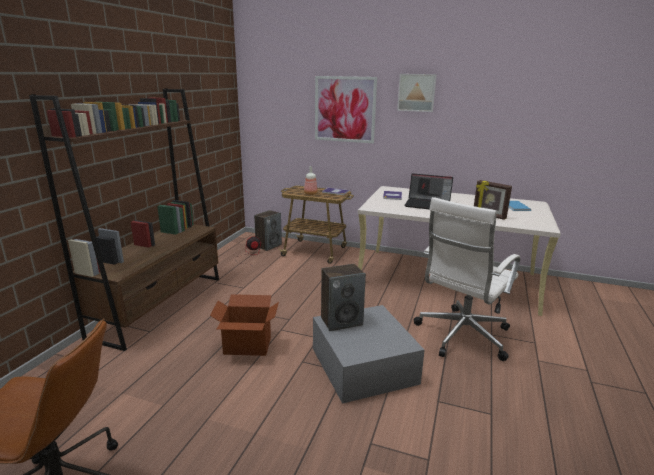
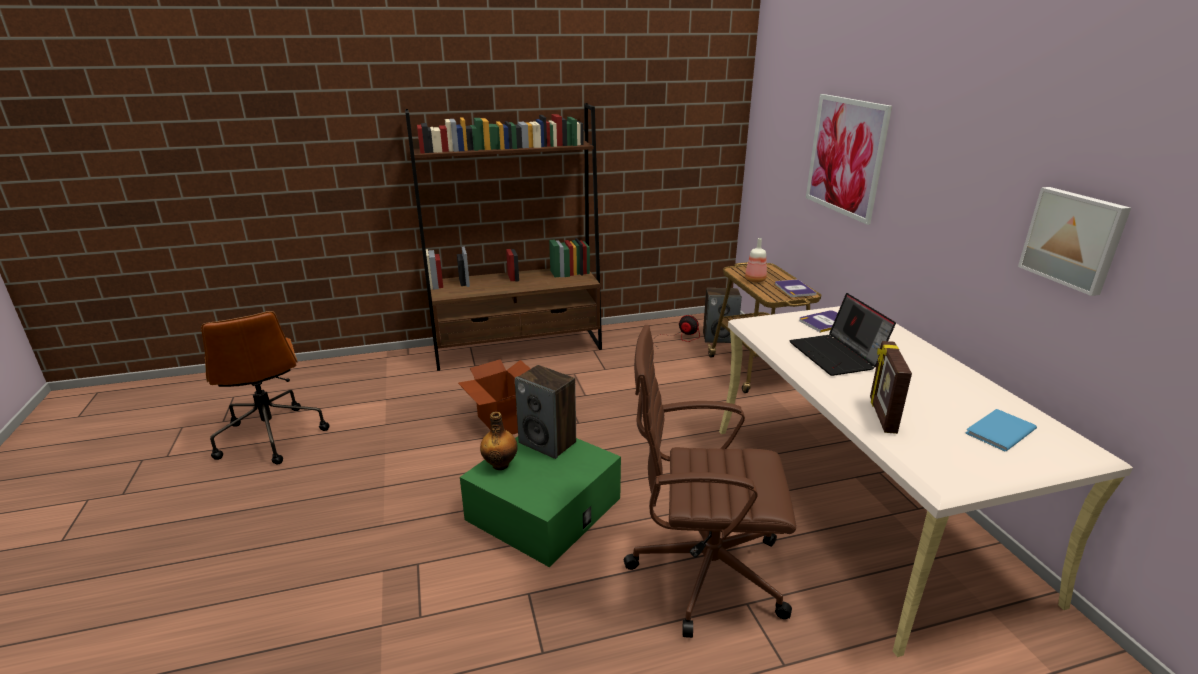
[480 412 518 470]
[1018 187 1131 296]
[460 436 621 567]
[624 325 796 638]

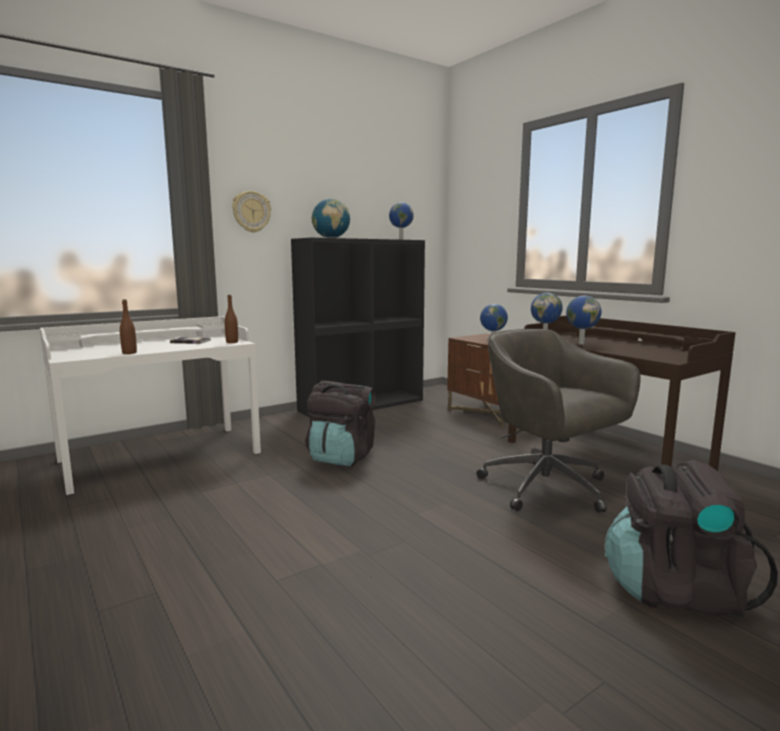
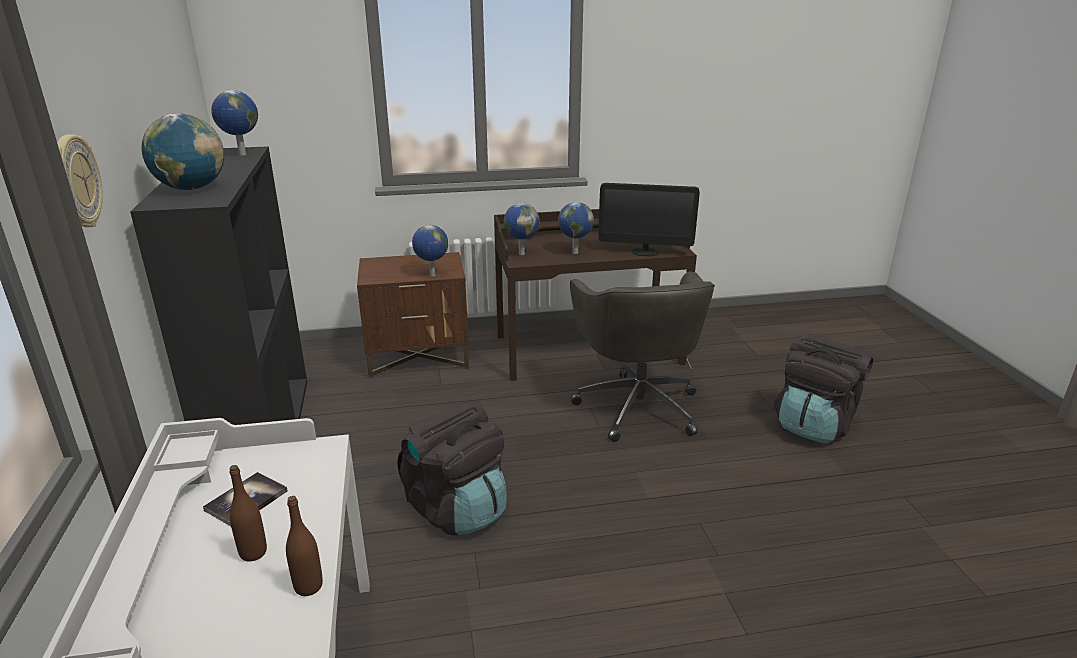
[598 183 700 256]
[229 465 267 562]
[570 272 715 442]

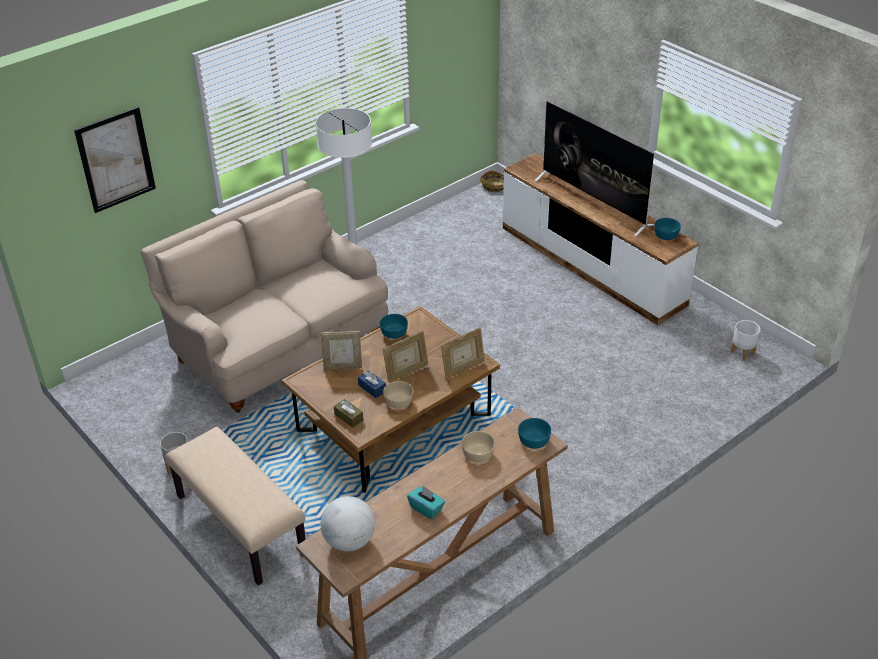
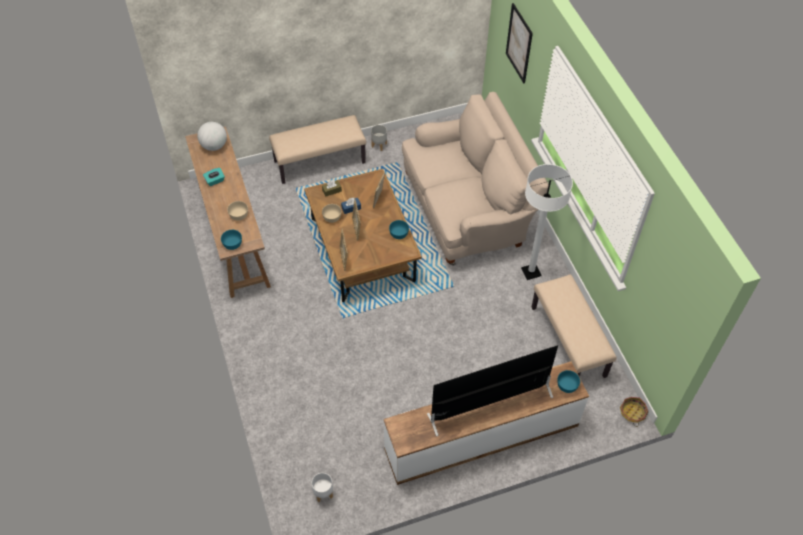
[531 274 616 378]
[557 370 580 393]

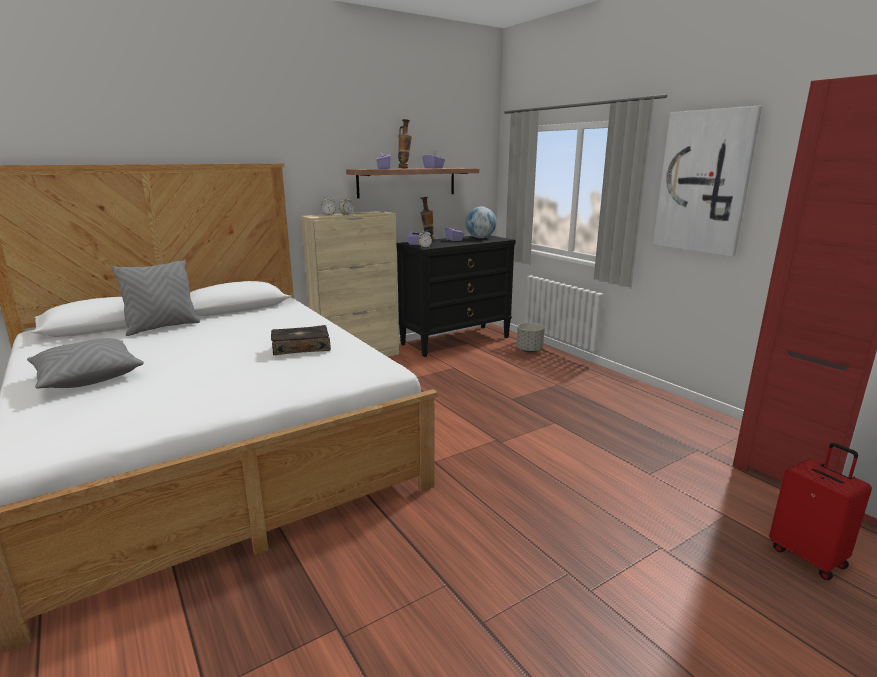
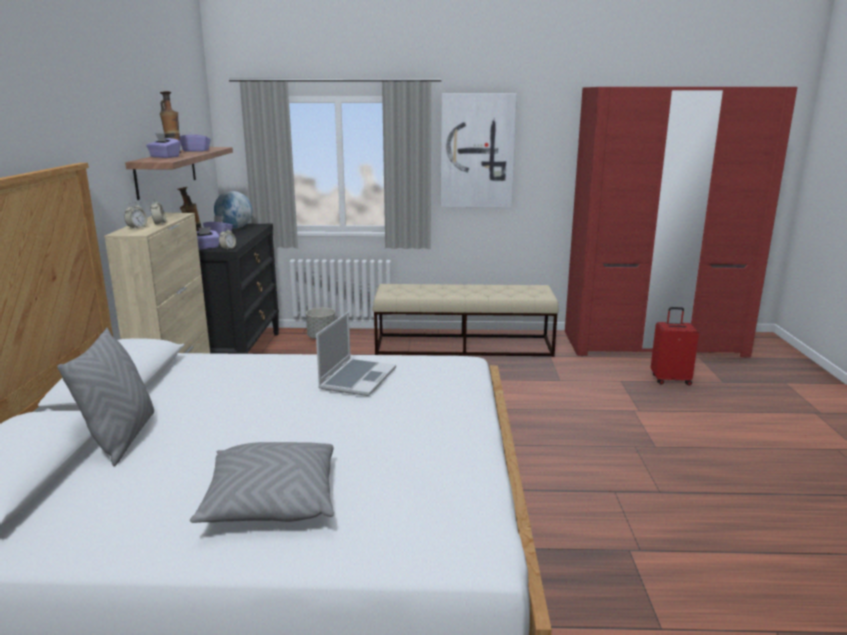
[372 284 559 357]
[316 312 396 396]

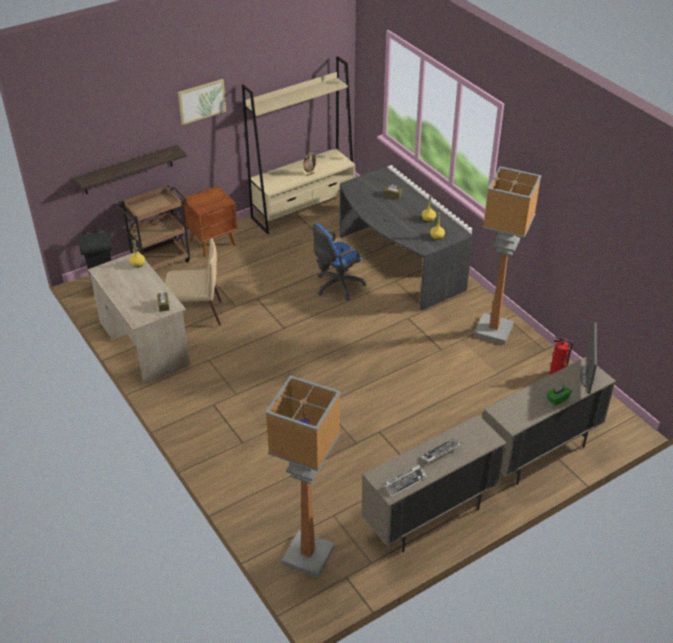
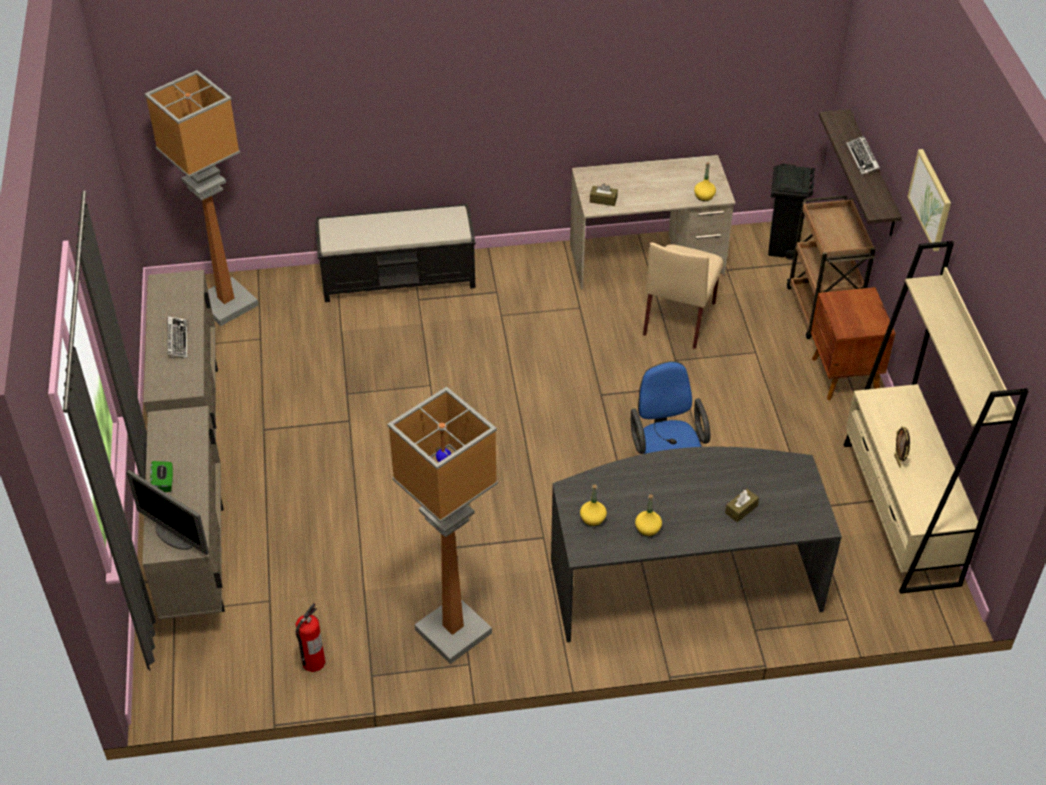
[315 204 476 302]
[846 136 880 175]

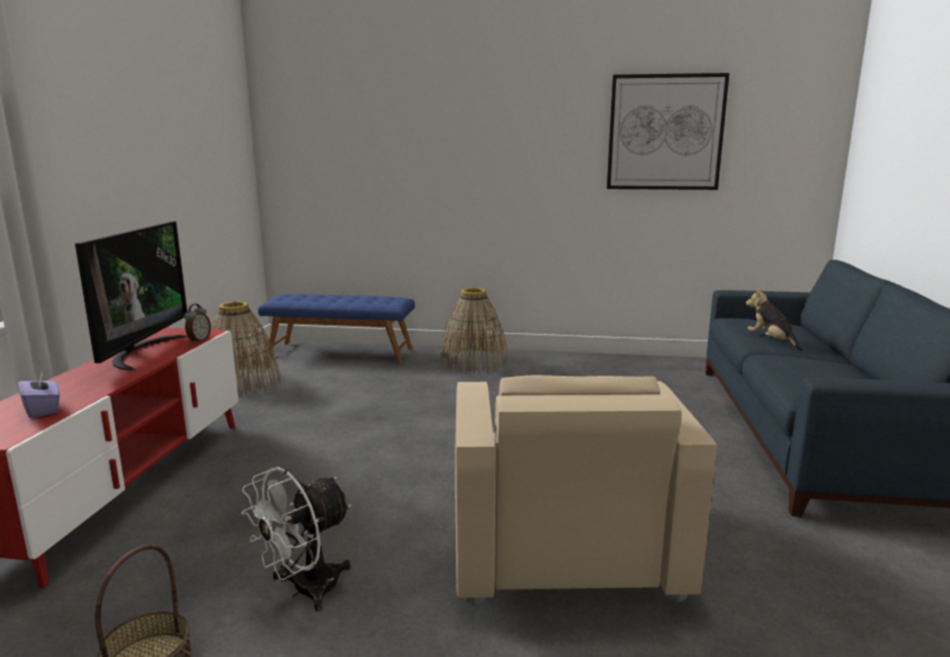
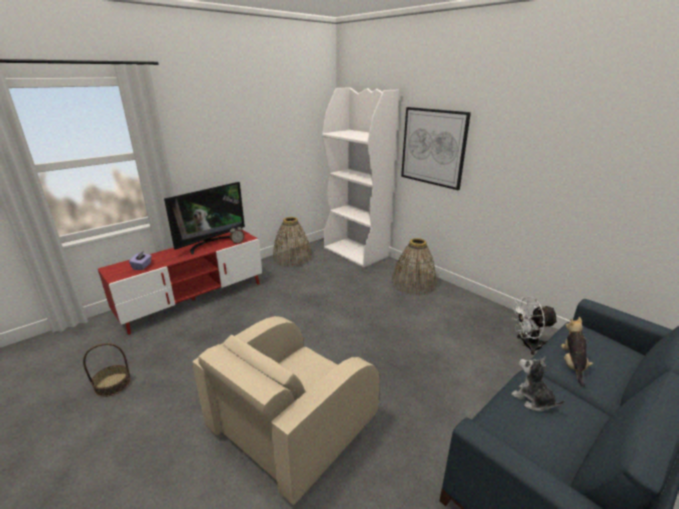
[511 357 565 412]
[511 296 558 355]
[401 107 471 190]
[322 87 399 267]

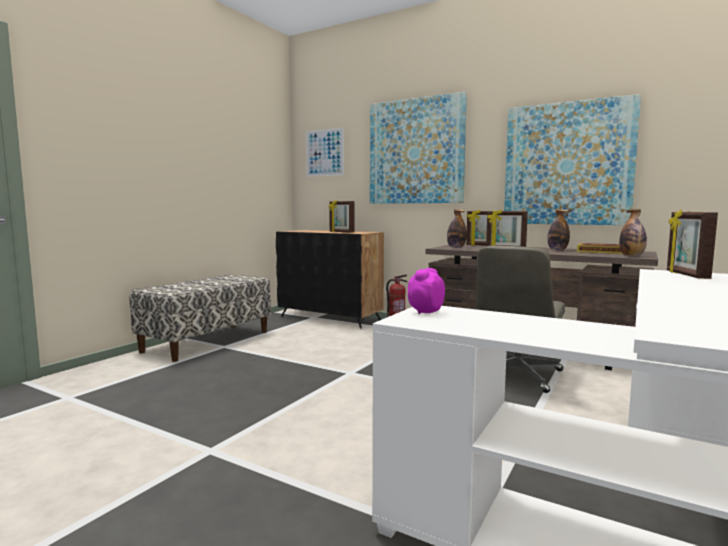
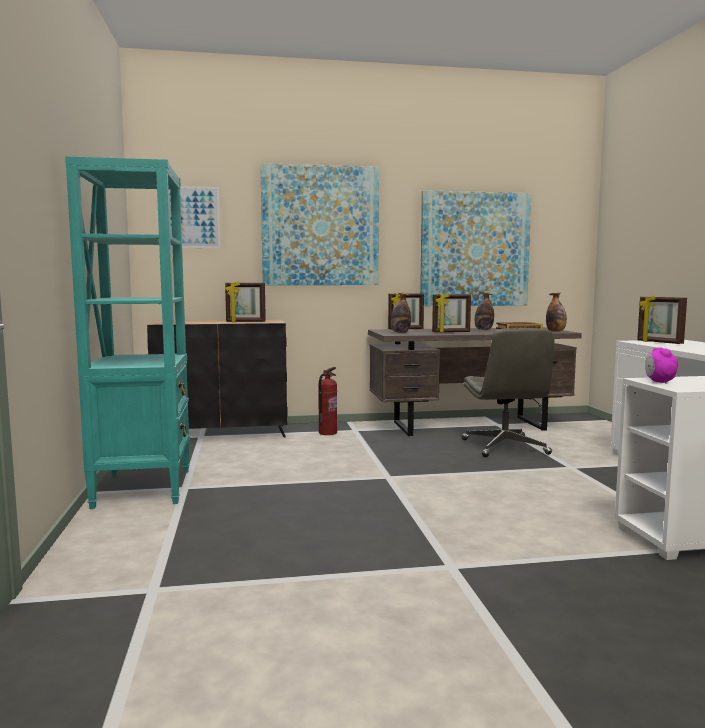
[65 156 190 509]

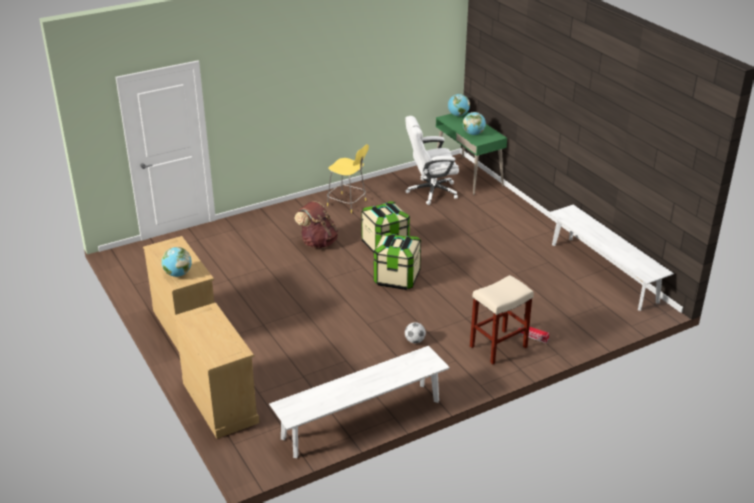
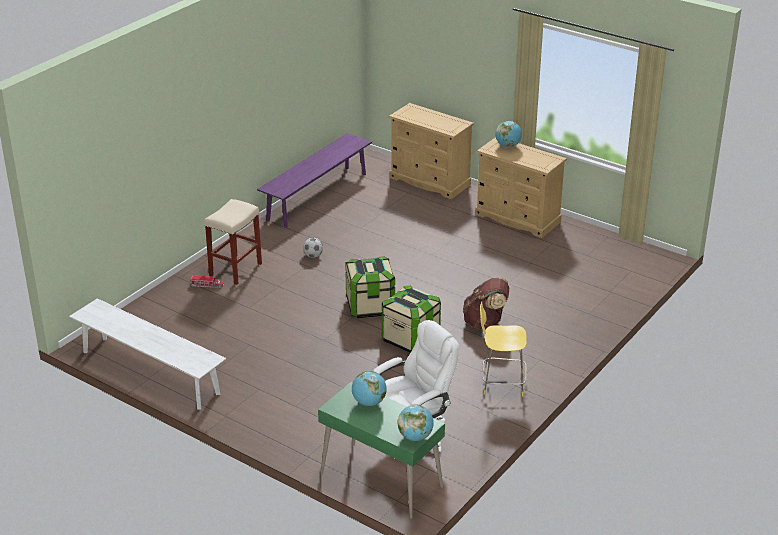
[257 133 372 228]

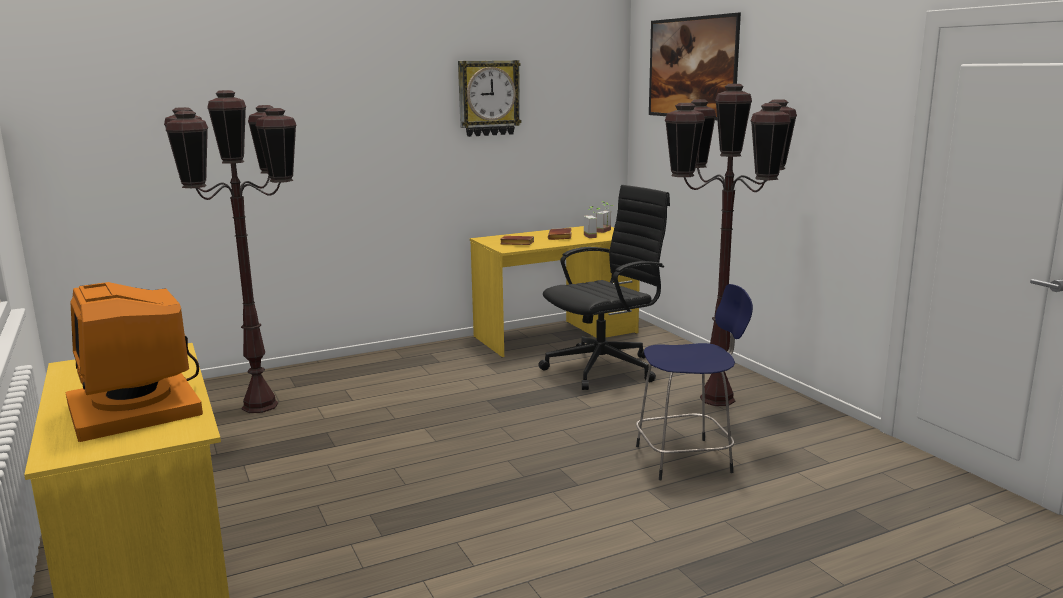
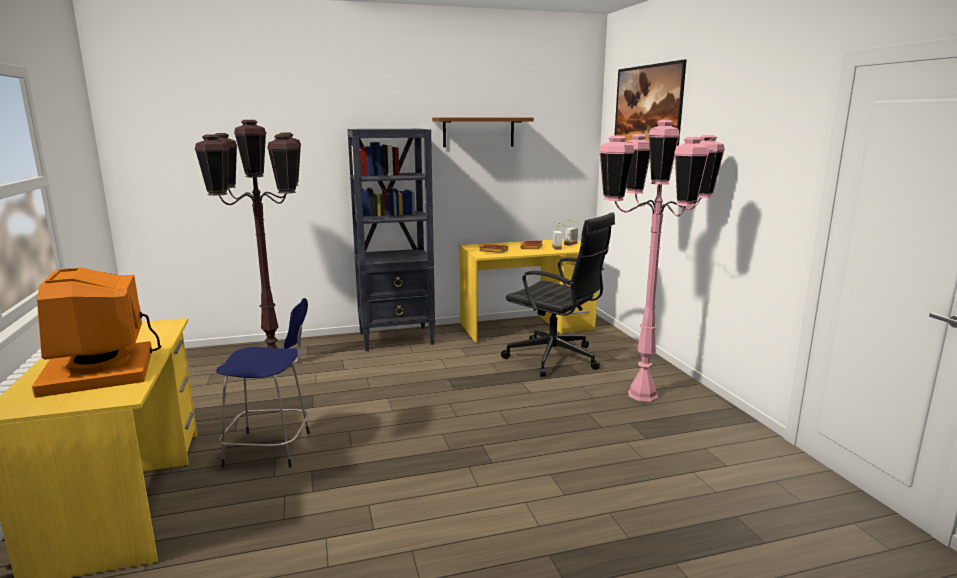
[347 129 435 351]
[216 298 310 468]
[432 118 534 147]
[599 120 725 402]
[501 212 615 377]

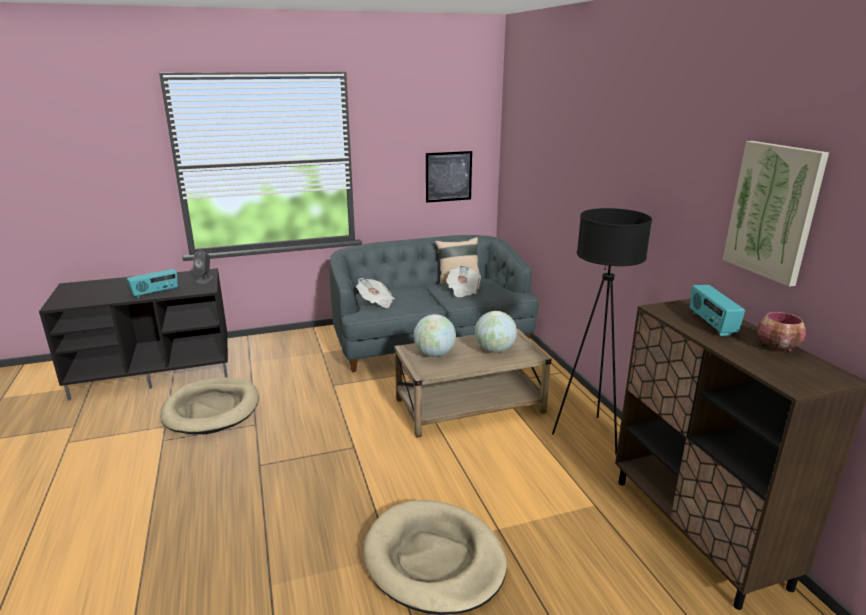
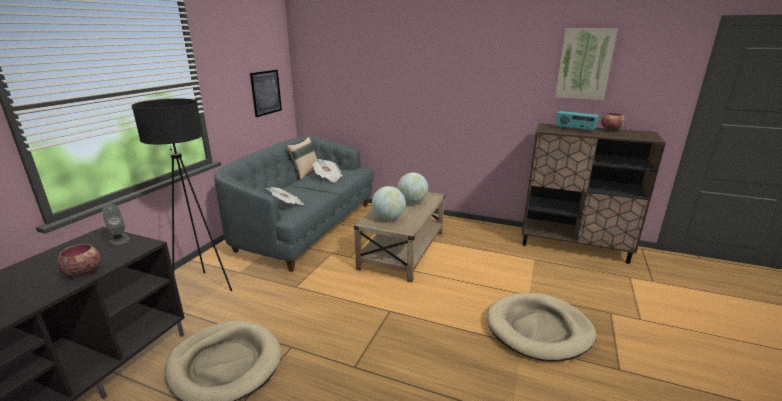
[132 99 232 291]
[57 244 101 278]

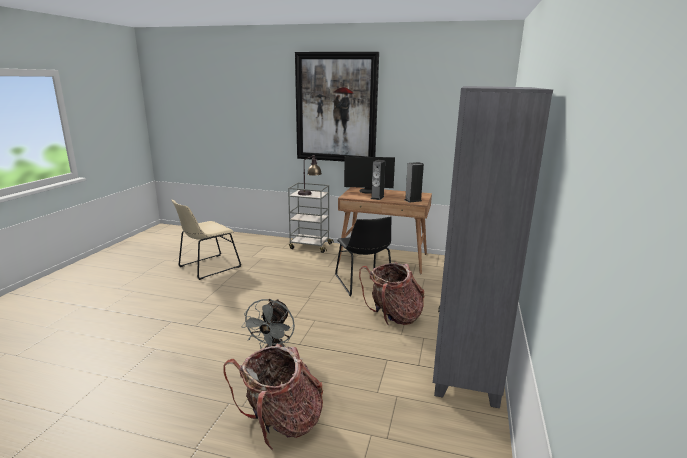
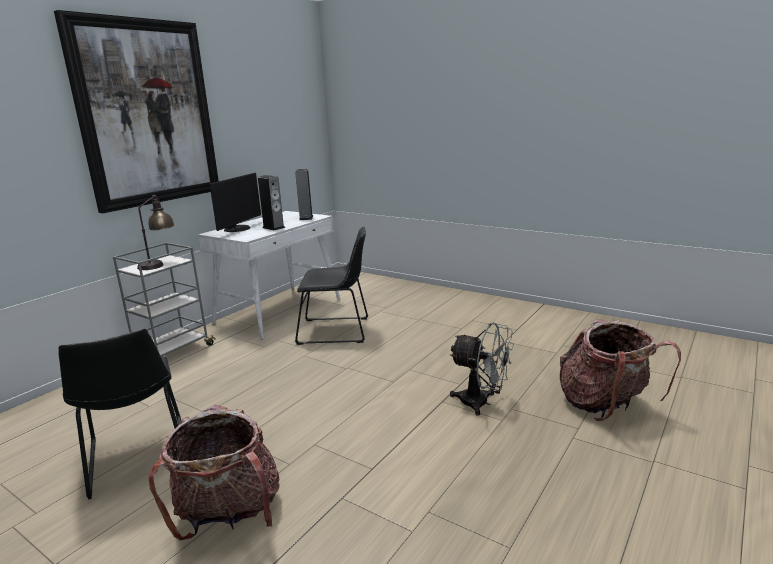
[433 86 553 408] (first image)
[149 405 279 540]
[58 329 181 500]
[198 211 341 339]

